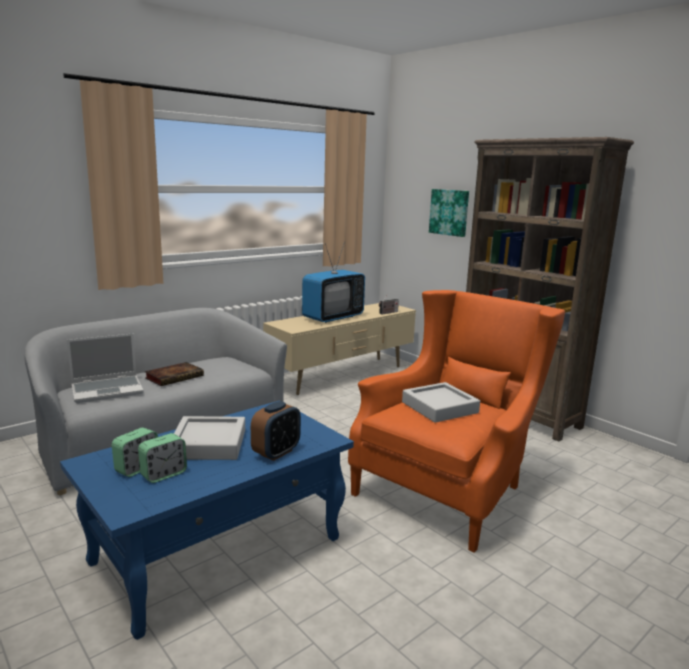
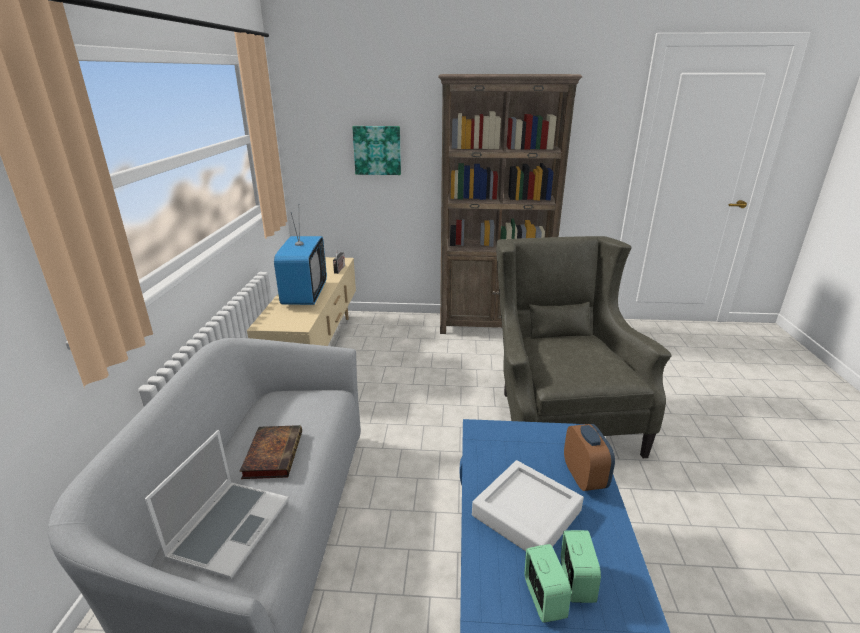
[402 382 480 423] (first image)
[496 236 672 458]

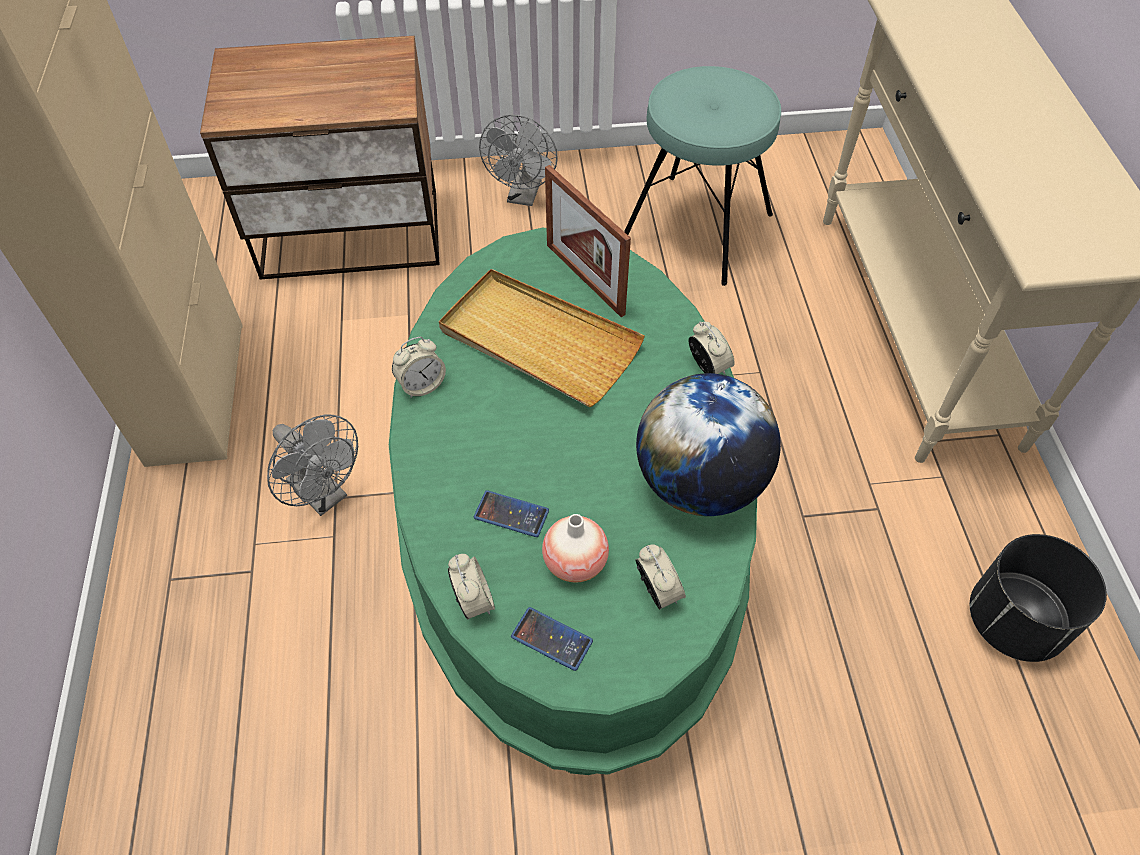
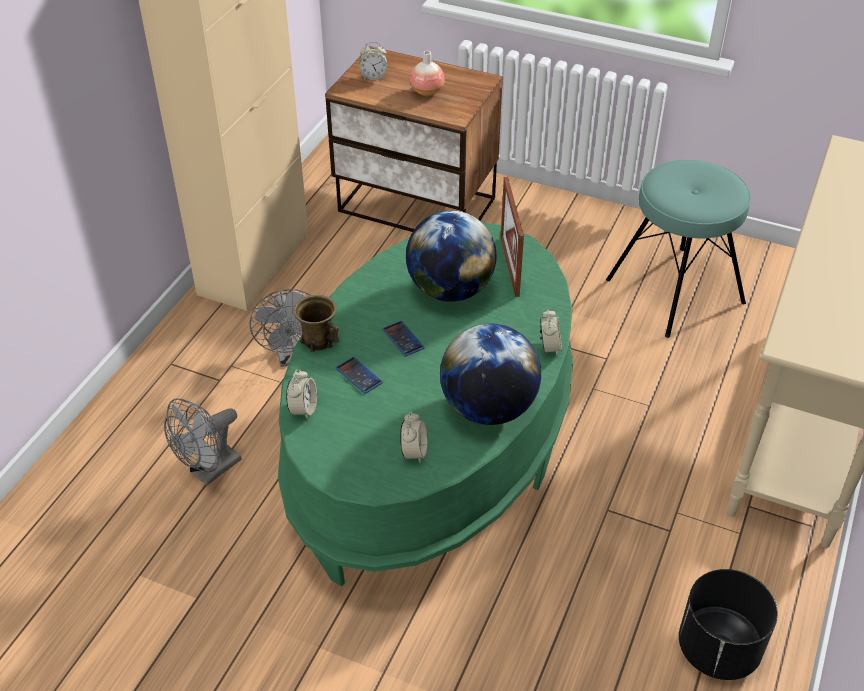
[293 295 339 352]
[359 42 387 80]
[164 398 242 485]
[382 321 425 357]
[410 51 444 96]
[406 210 496 302]

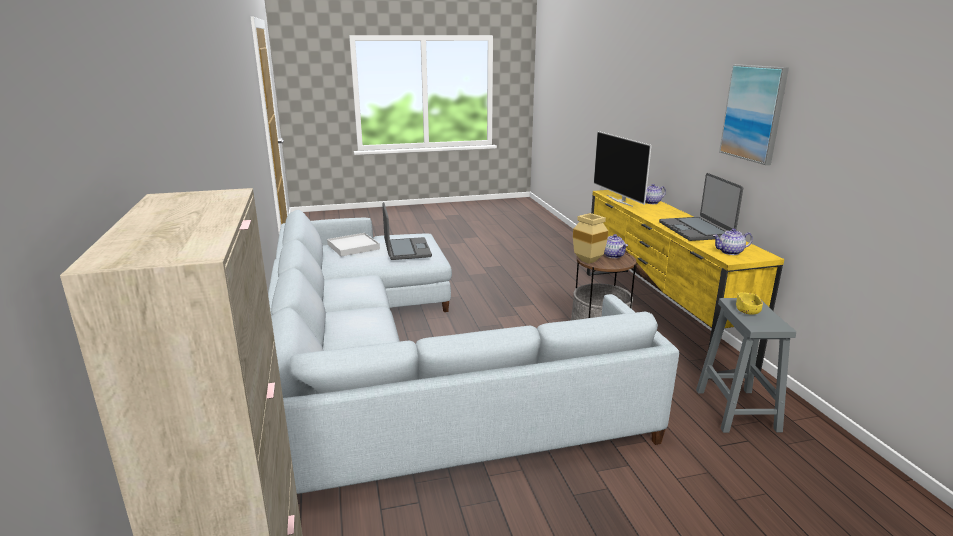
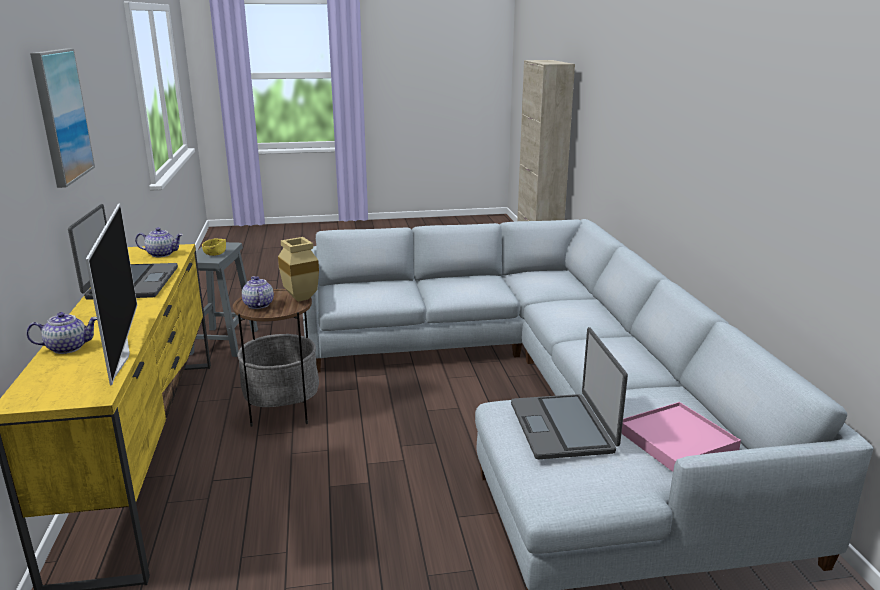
[621 402 741 472]

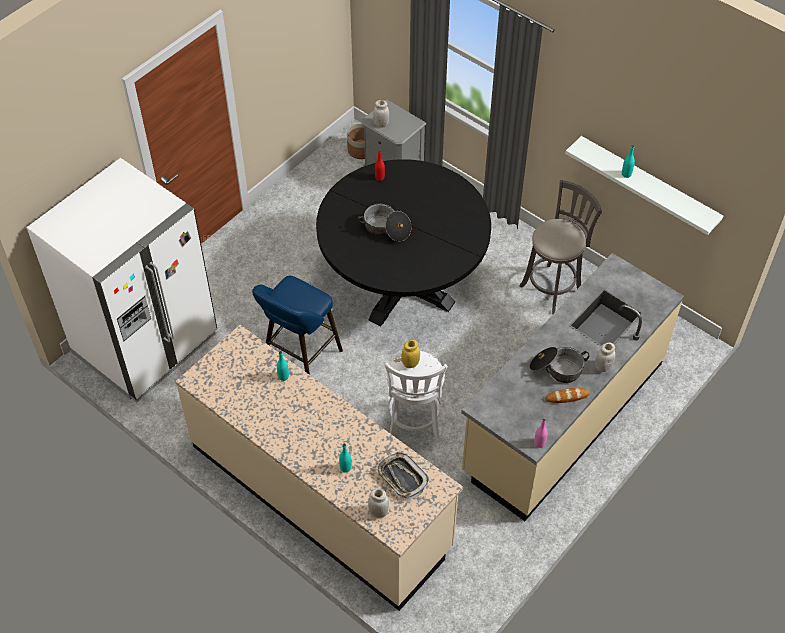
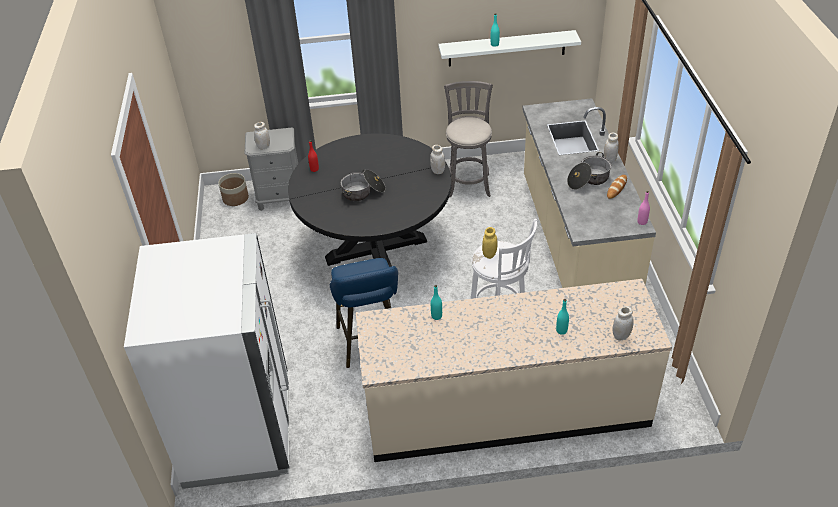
[376 452 430 499] (first image)
[430 145 445 174]

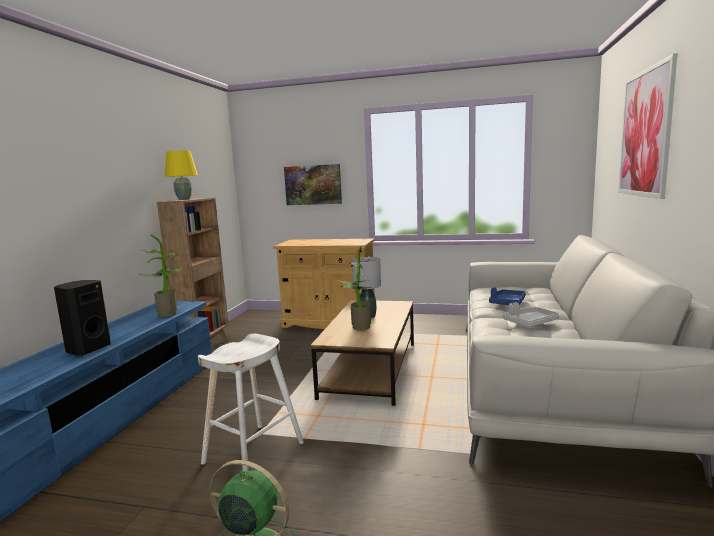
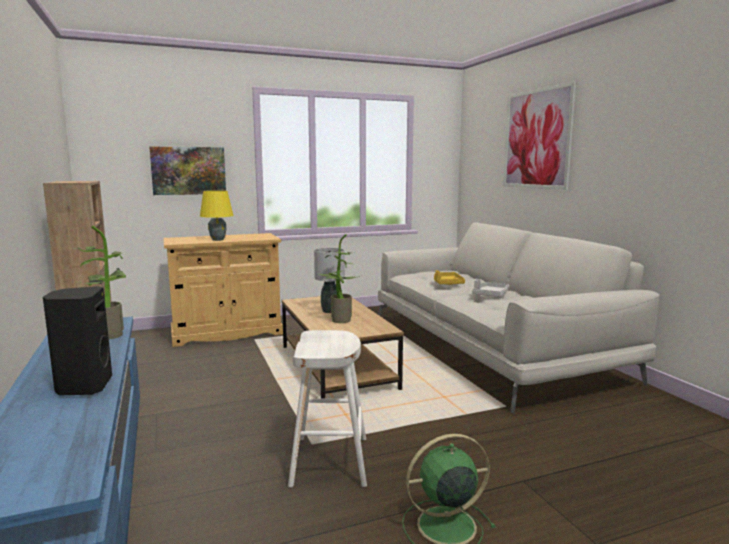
[200 191 234 241]
[434 270 465 285]

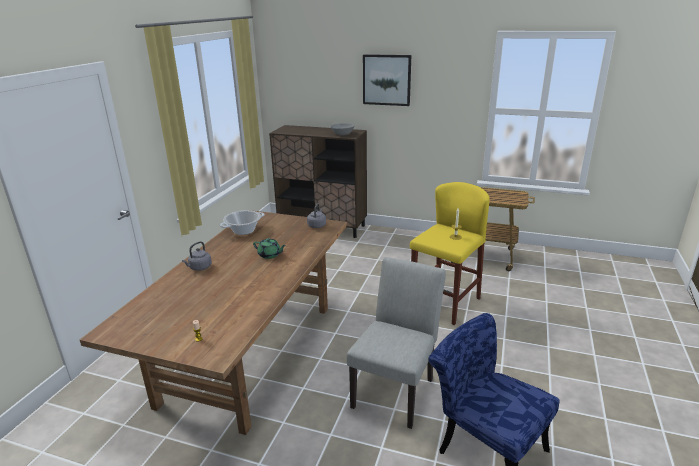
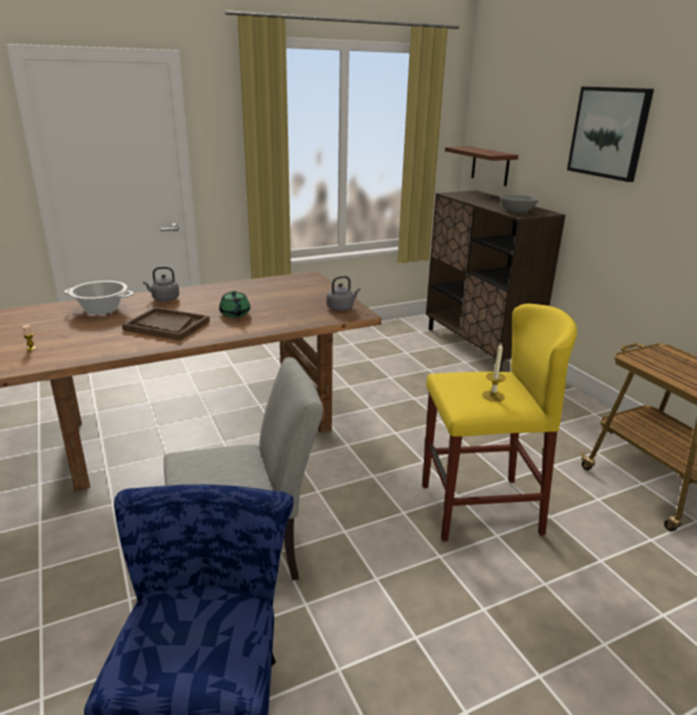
[122 307 210 341]
[445 146 518 186]
[64 281 134 315]

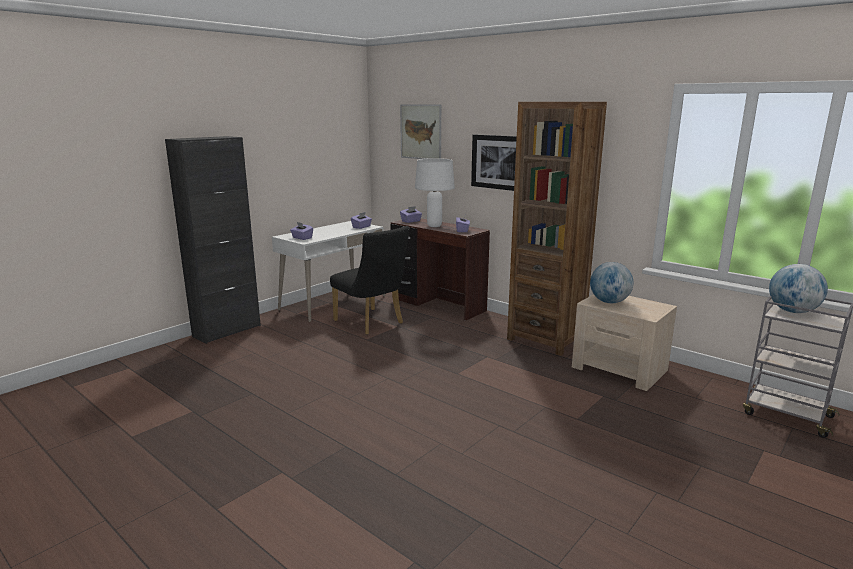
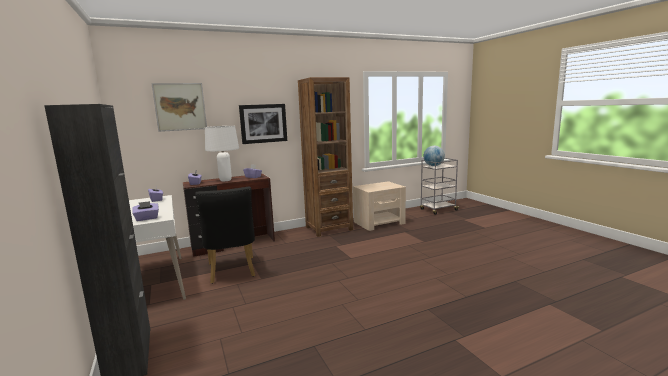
[590 262 634 303] (first image)
[195 187 255 284]

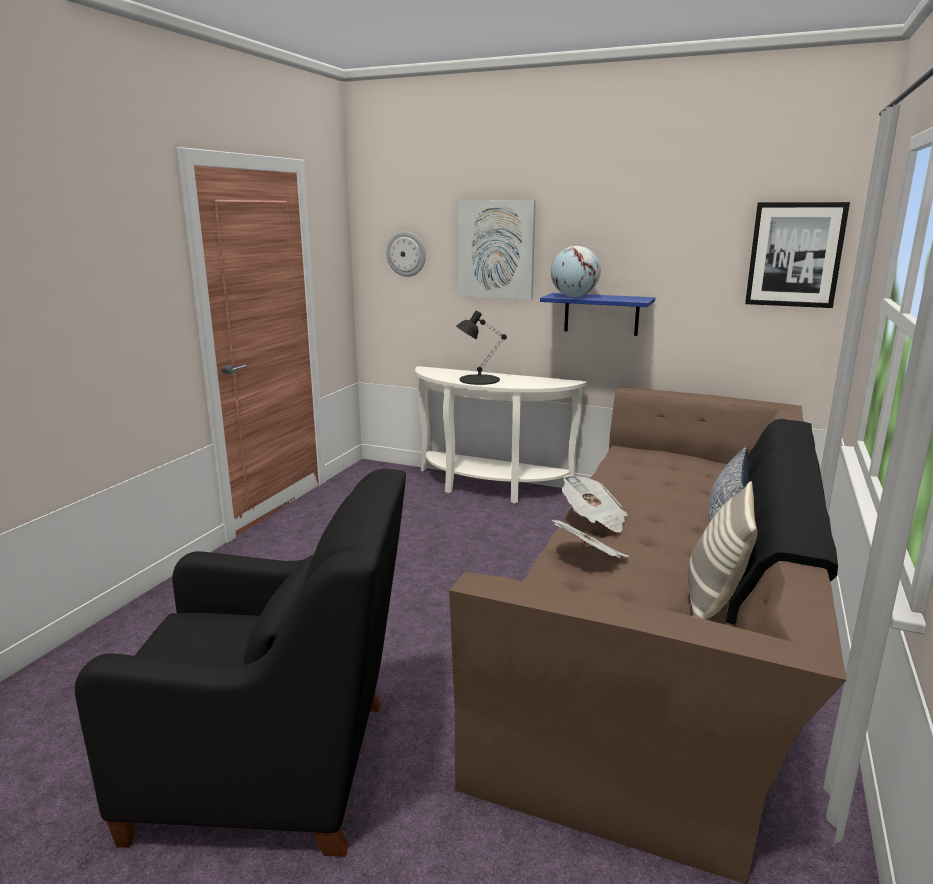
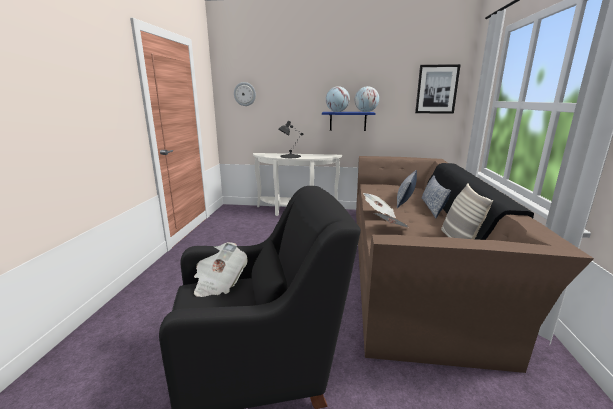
[458 200 536 300] (first image)
[194 242 248 297]
[355 86 379 112]
[397 170 417 208]

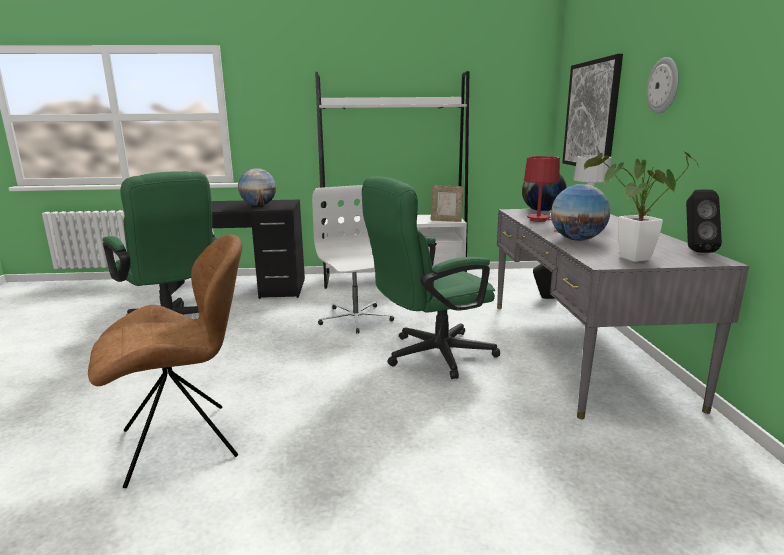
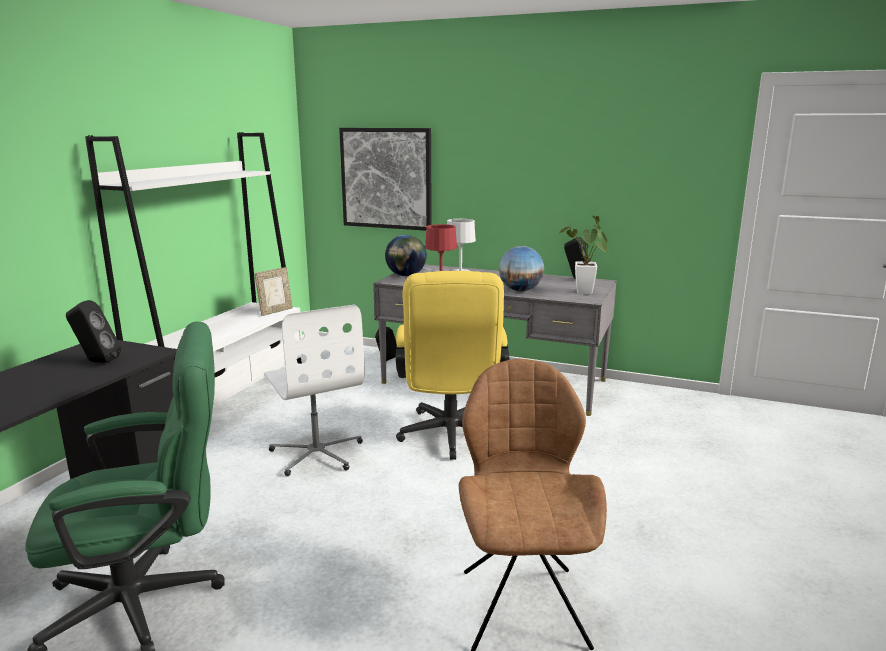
[647 57 679 114] (first image)
[66 300 121 363]
[396 271 510 460]
[264 305 365 476]

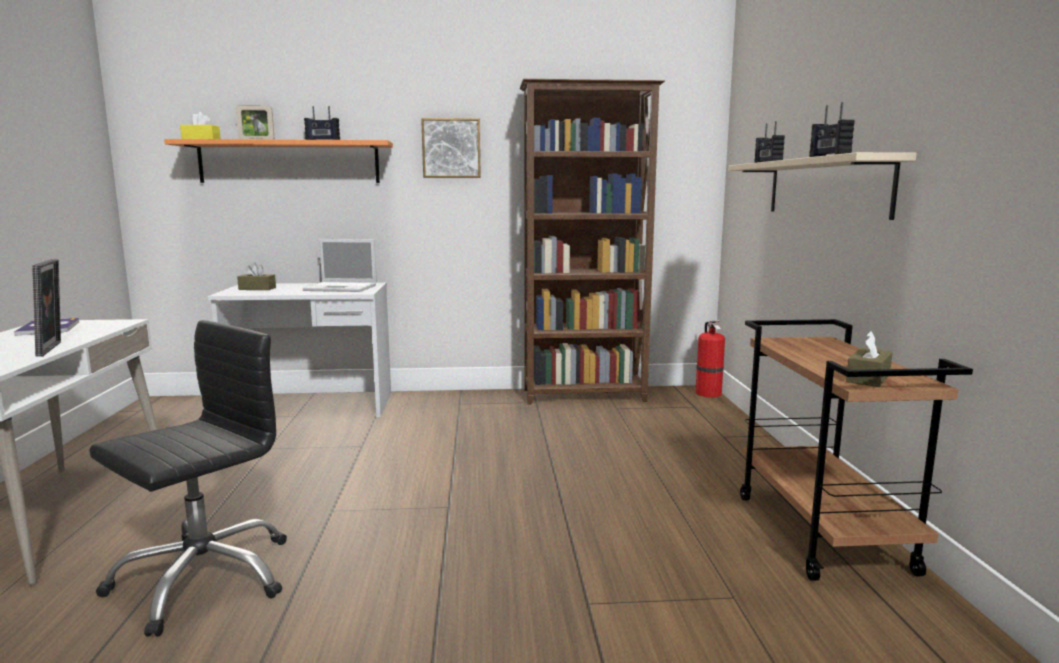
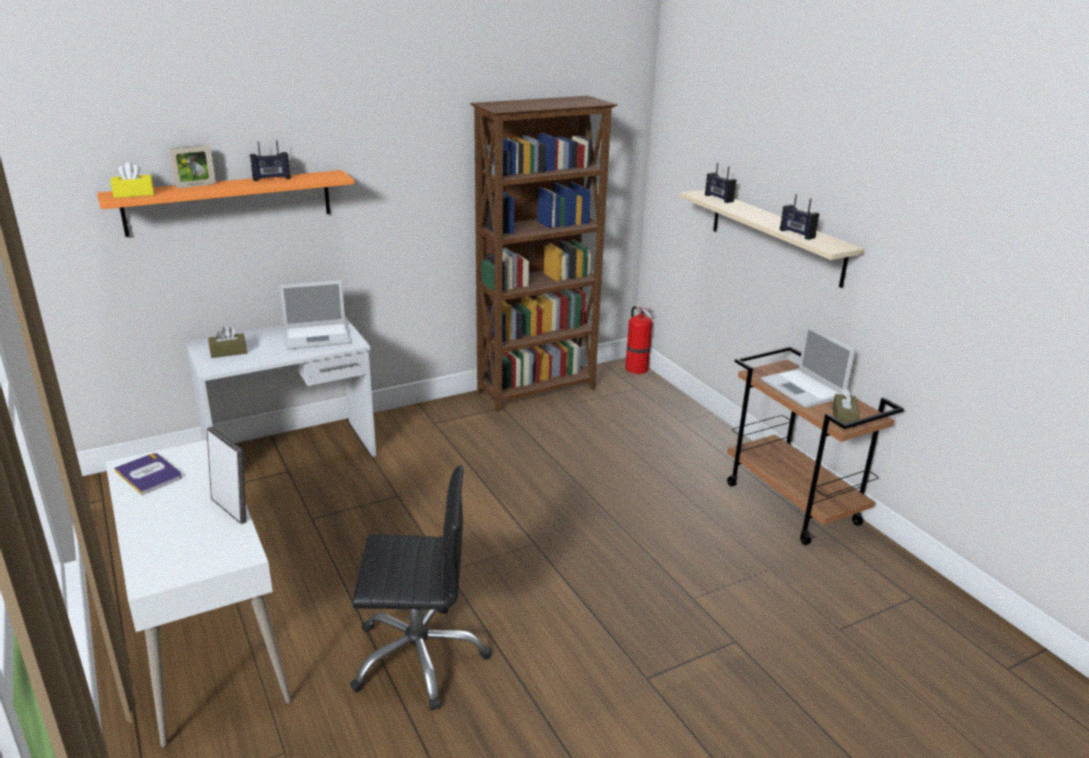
[421 118 481 178] (first image)
[761 324 856 408]
[350 465 491 711]

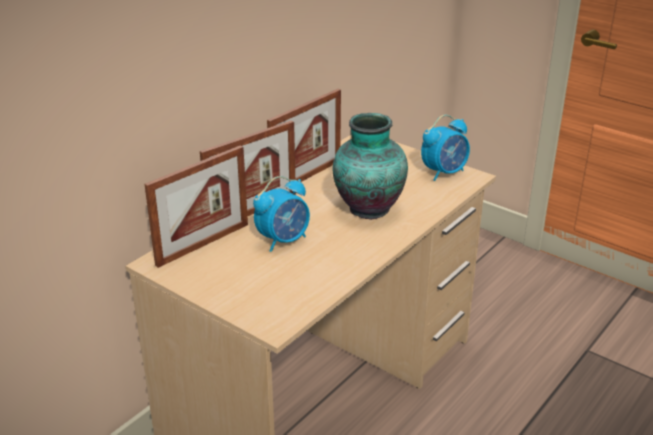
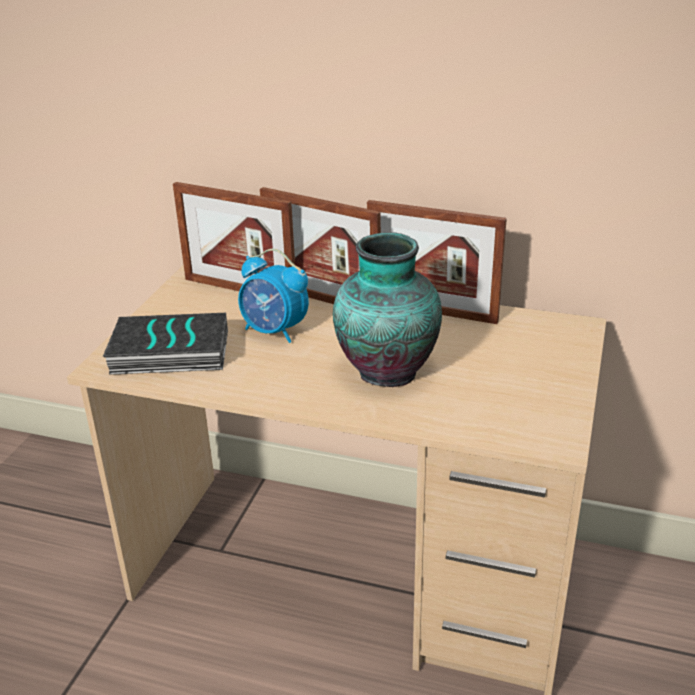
[421 115 470 181] (first image)
[103 313 228 375]

